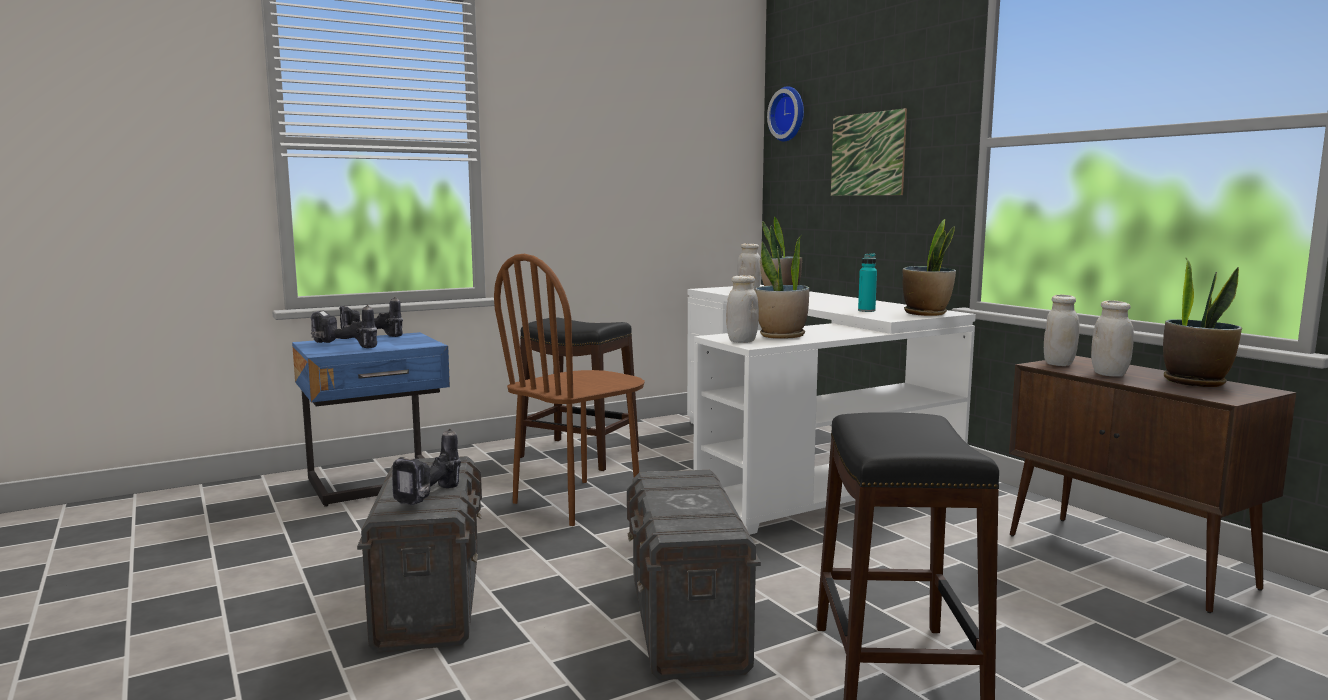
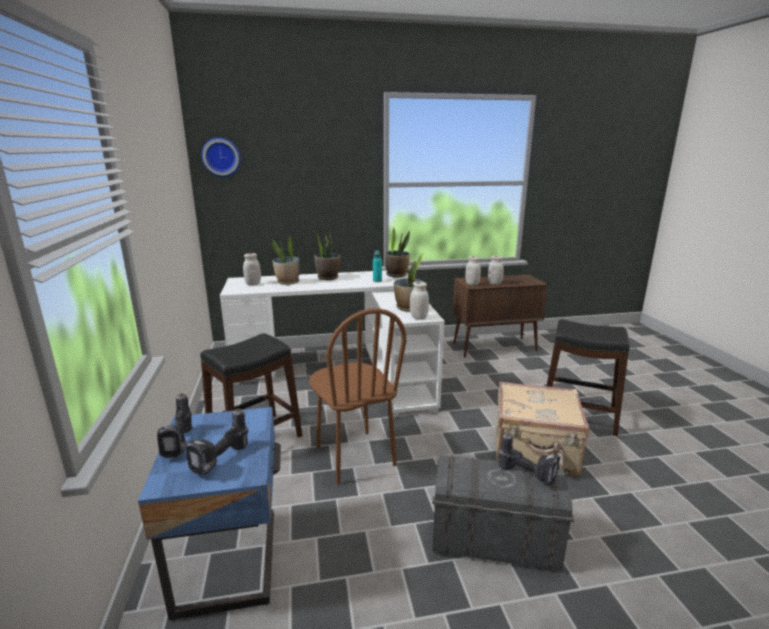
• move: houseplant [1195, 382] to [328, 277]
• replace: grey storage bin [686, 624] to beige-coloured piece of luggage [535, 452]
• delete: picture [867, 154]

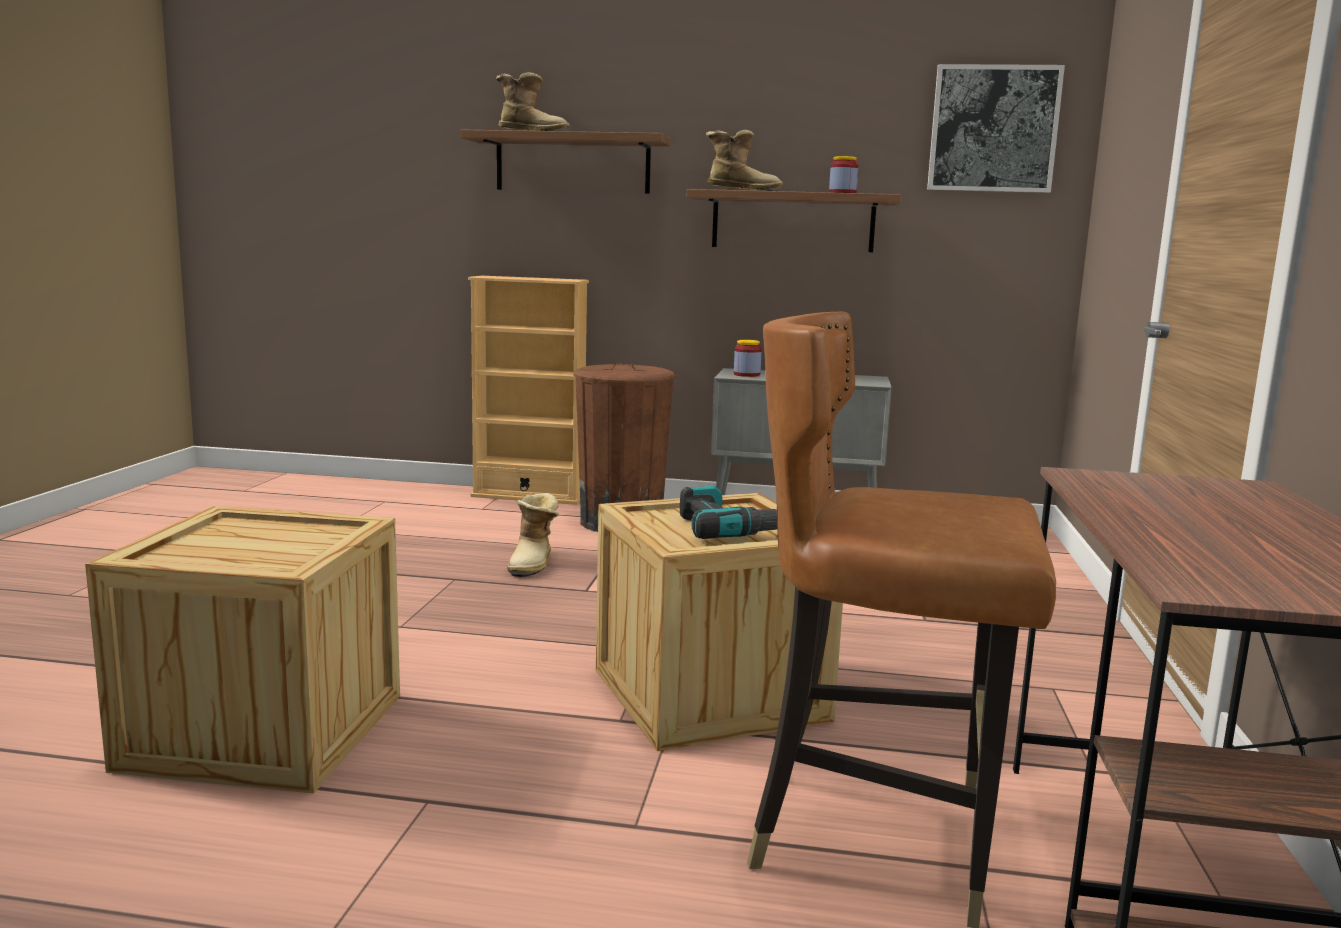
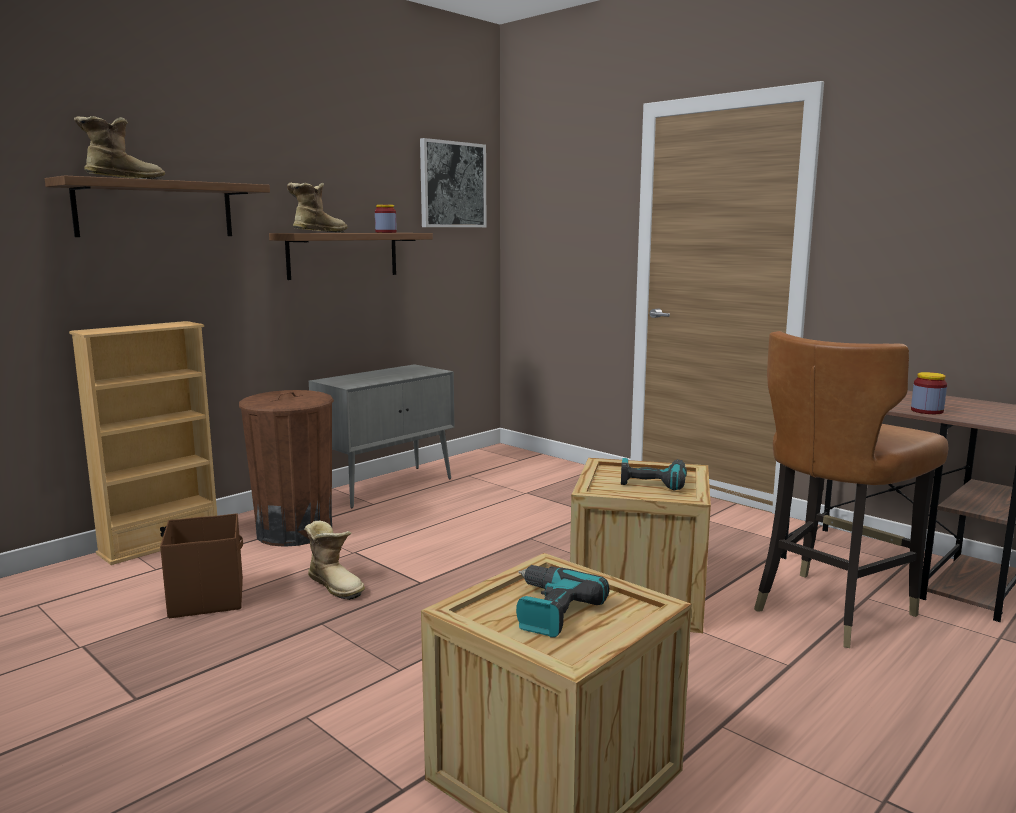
• insert: brown storage bin [208, 598]
• insert: drill [549, 611]
• move: storage jar [746, 375] to [927, 411]

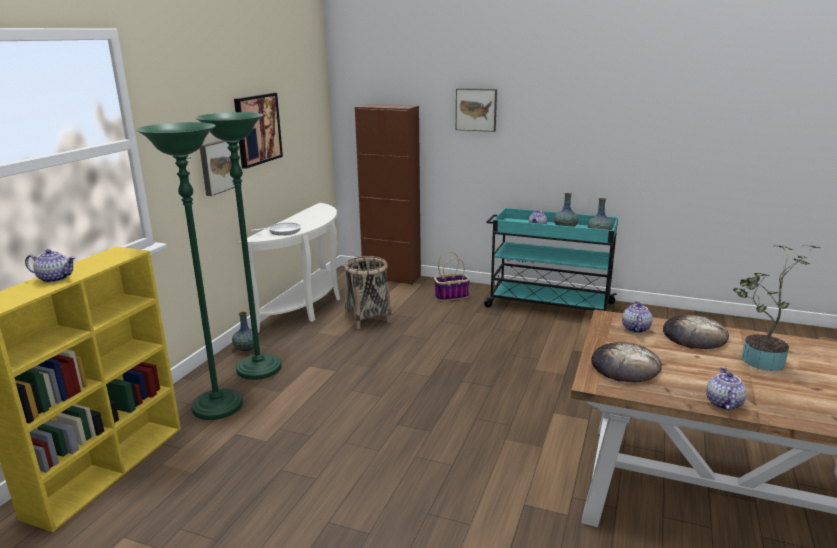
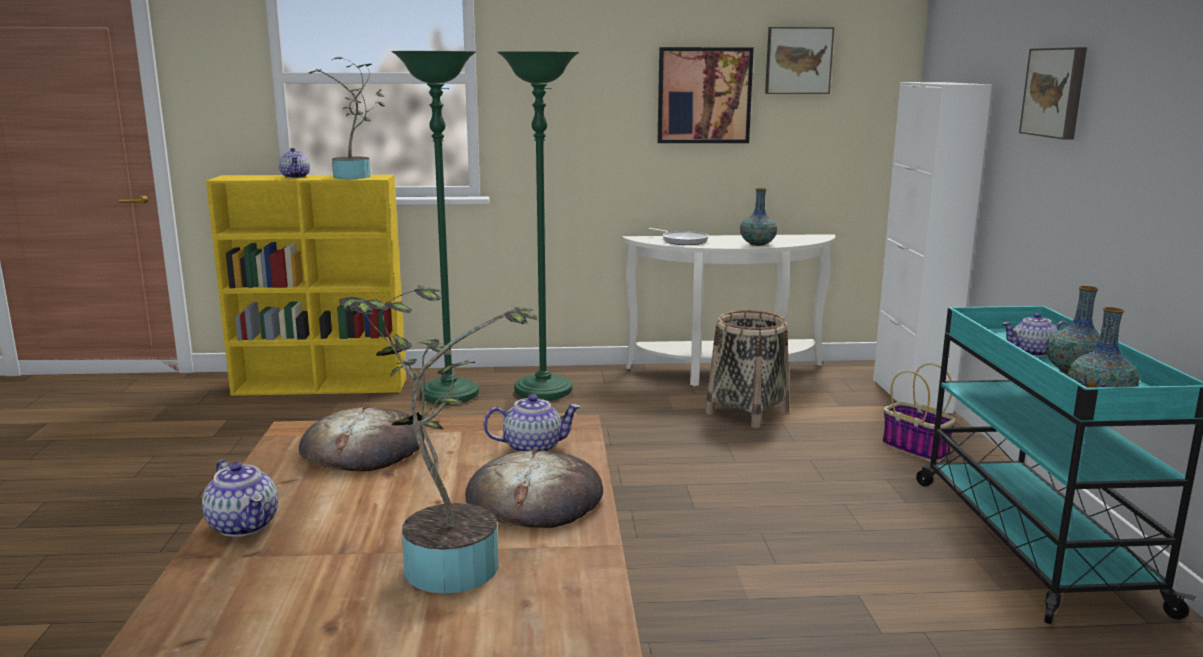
• rotate: teapot [723, 403] = [244, 525] 60 degrees clockwise
• insert: houseplant [356, 177]
• move: flower vase [246, 349] to [757, 244]
• move: picture [218, 166] to [798, 60]
• recolor: brown cupboard [391, 277] to white cupboard [911, 396]

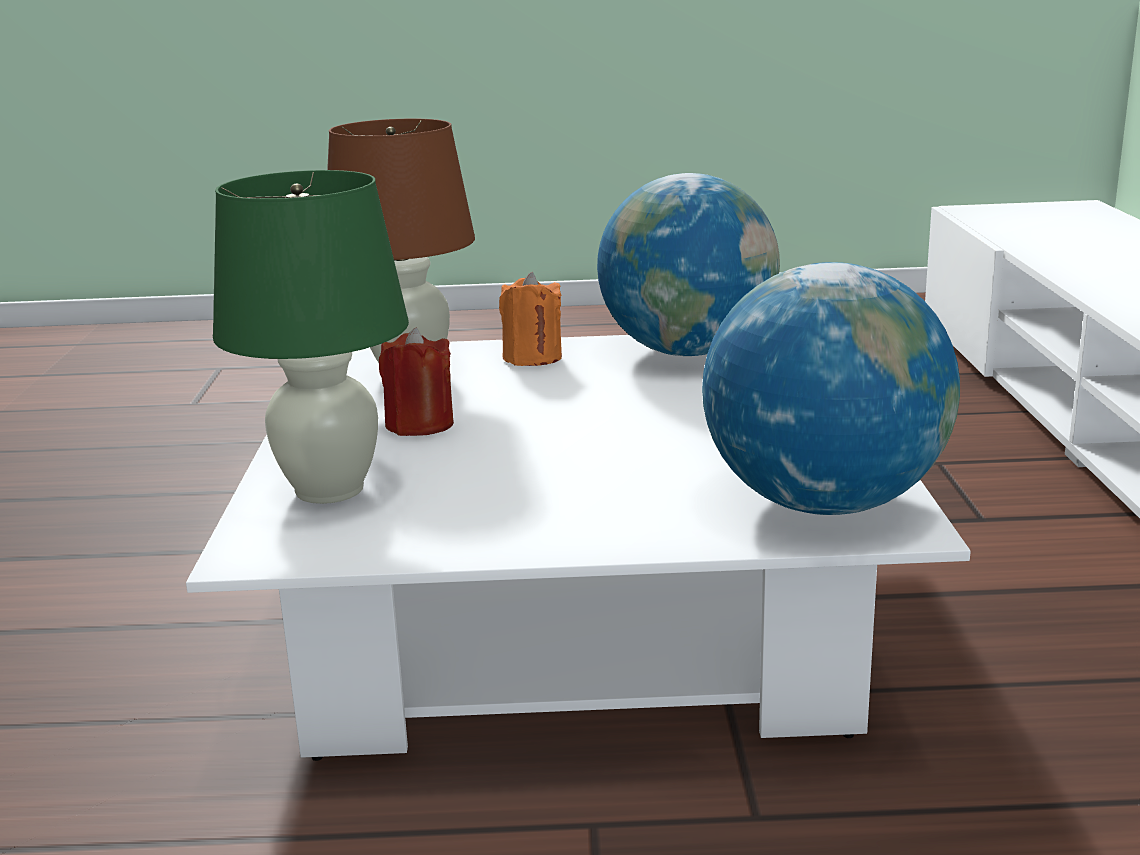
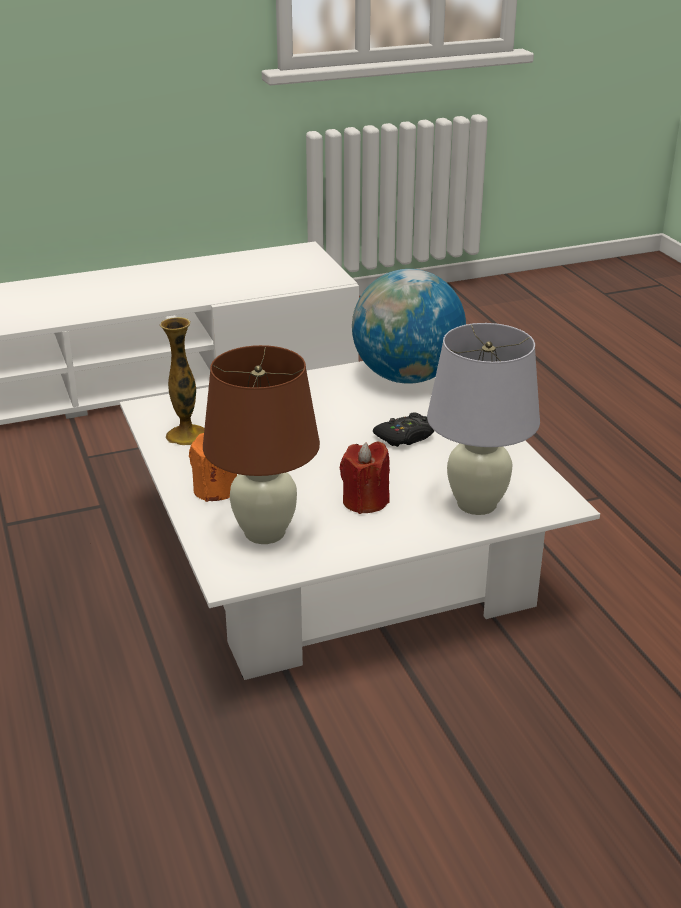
• replace: world globe [688, 352] to flower vase [187, 435]
• insert: blackish game controller [405, 437]
• recolor: green tabletop lamp [329, 490] to white tabletop lamp [476, 504]

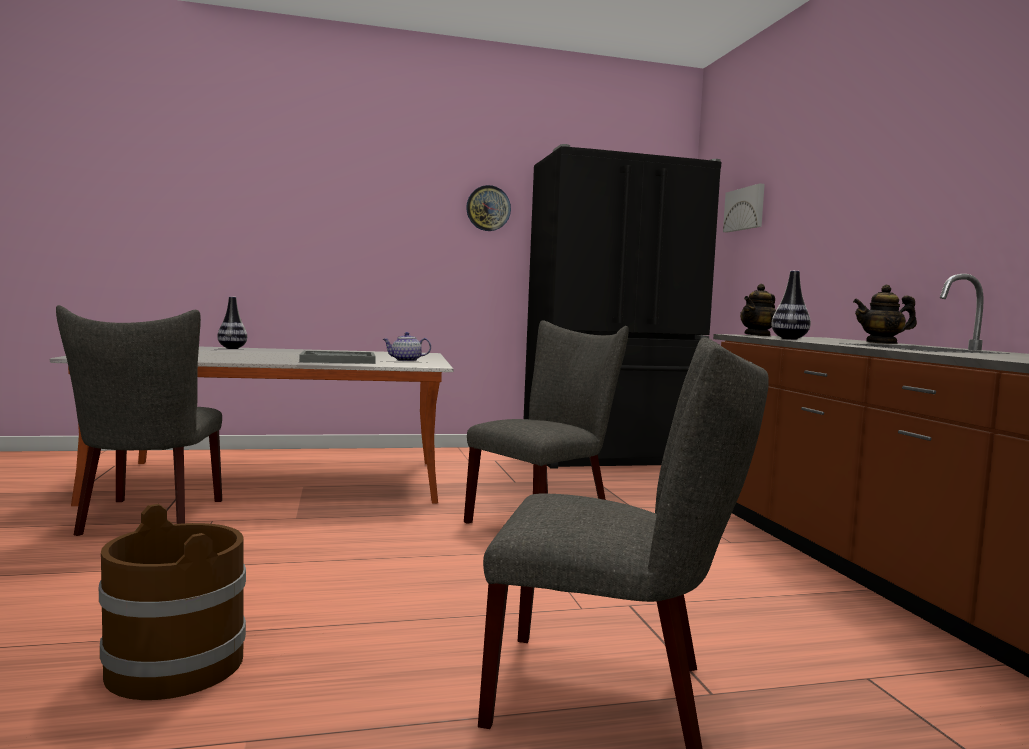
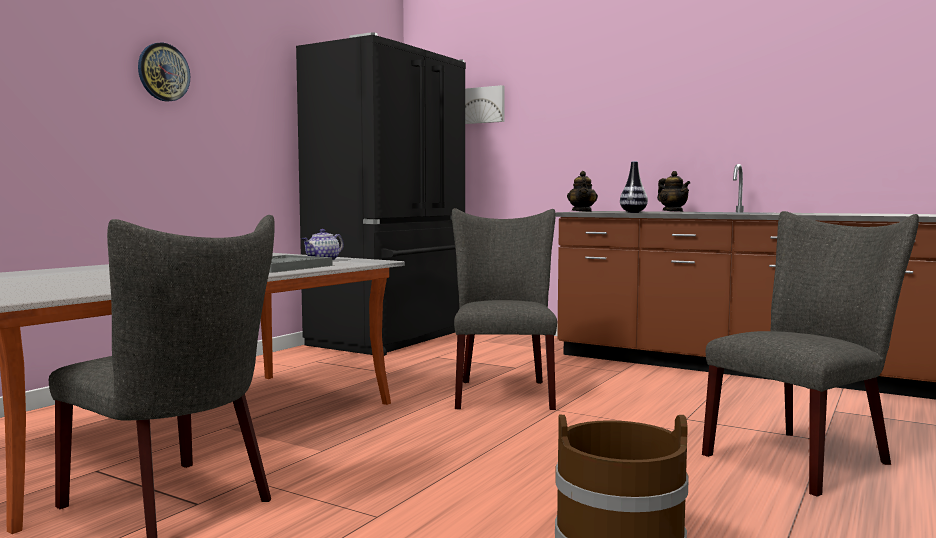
• move: wall clock [488, 208] to [163, 72]
• rotate: teapot [882, 343] = [673, 211] 75 degrees counterclockwise
• delete: flower vase [232, 348]

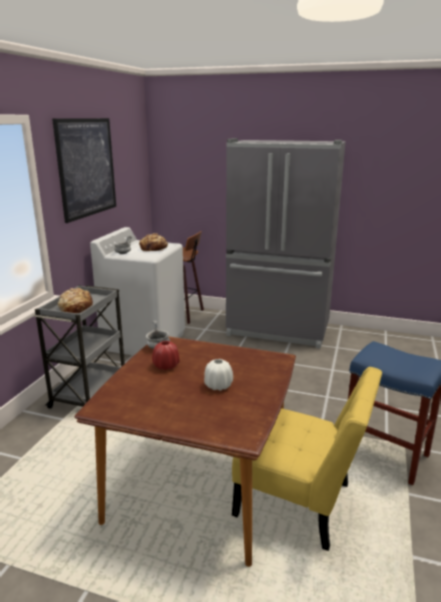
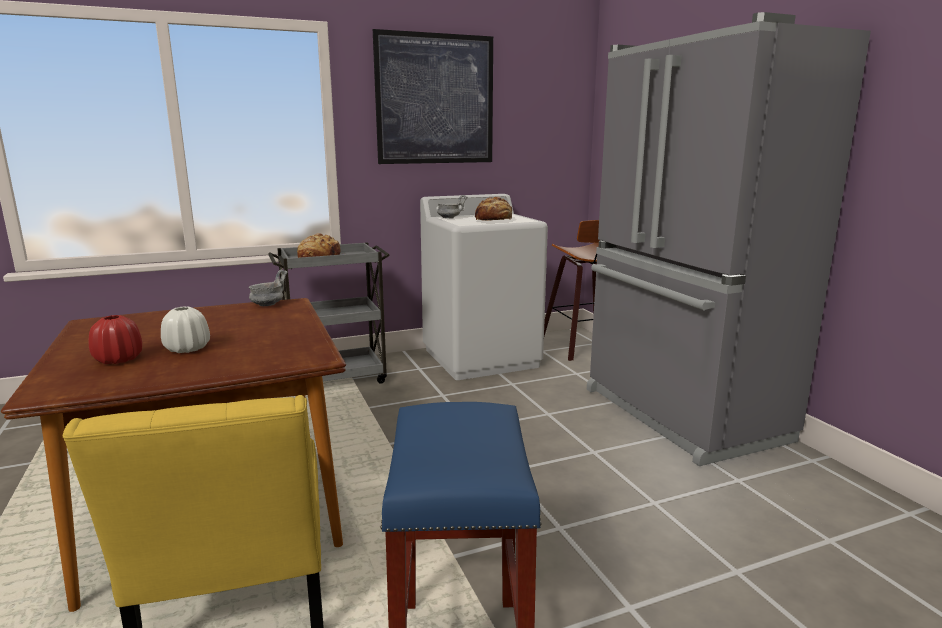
• move: reddish flower vase [166, 366] to [119, 359]

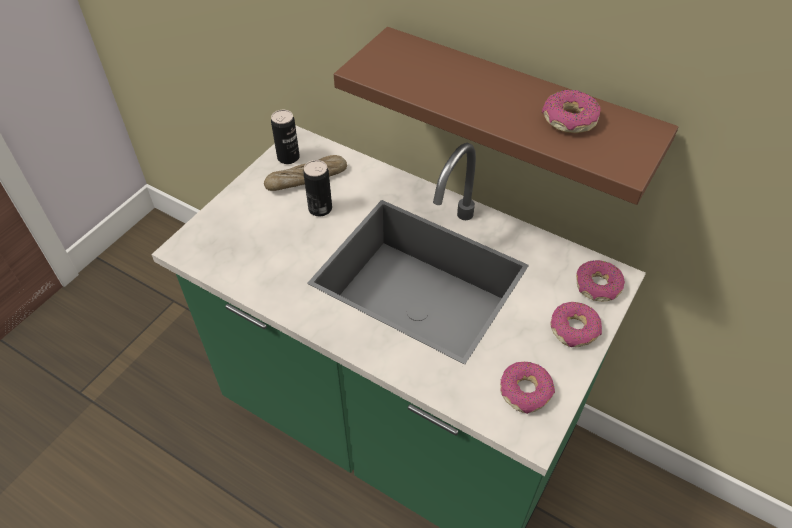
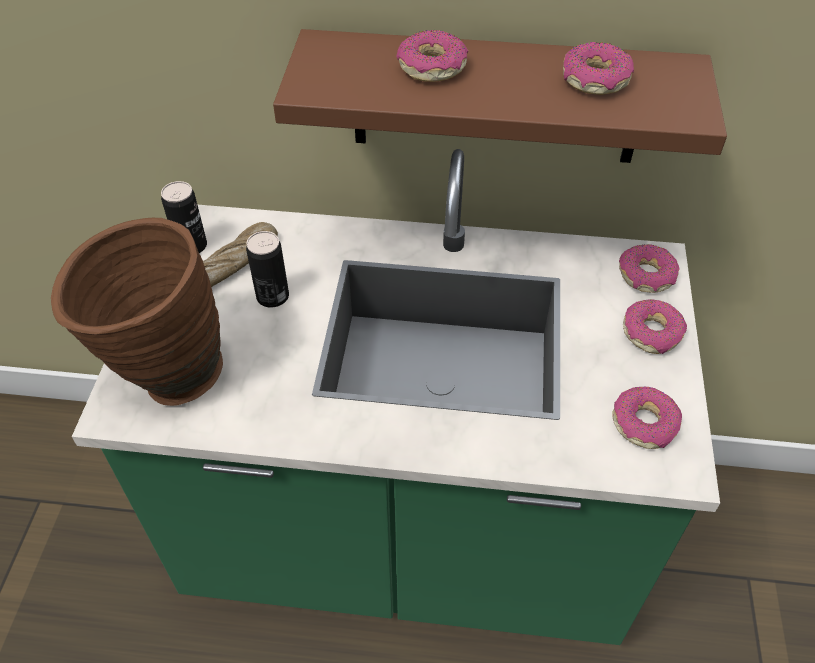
• insert: brown flower vase [164, 378]
• insert: doughnut [432, 67]

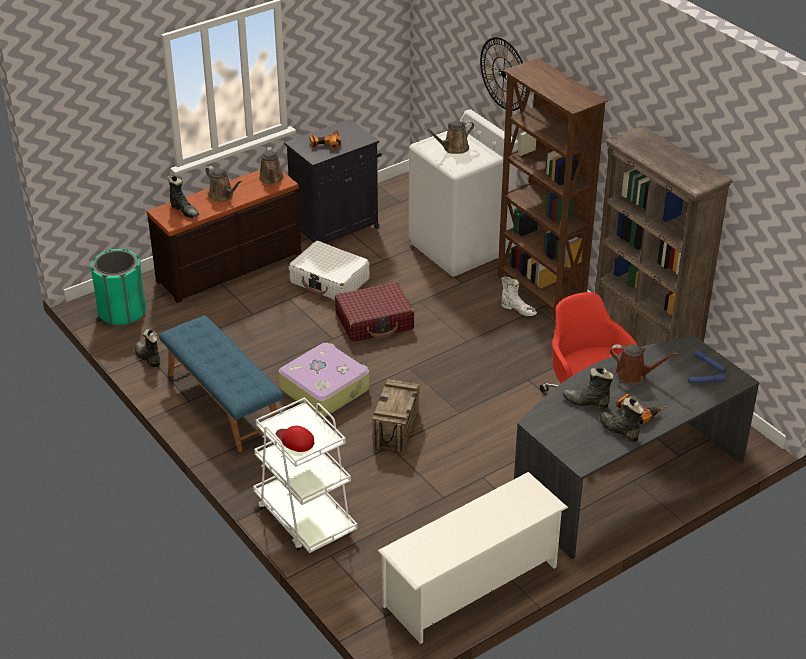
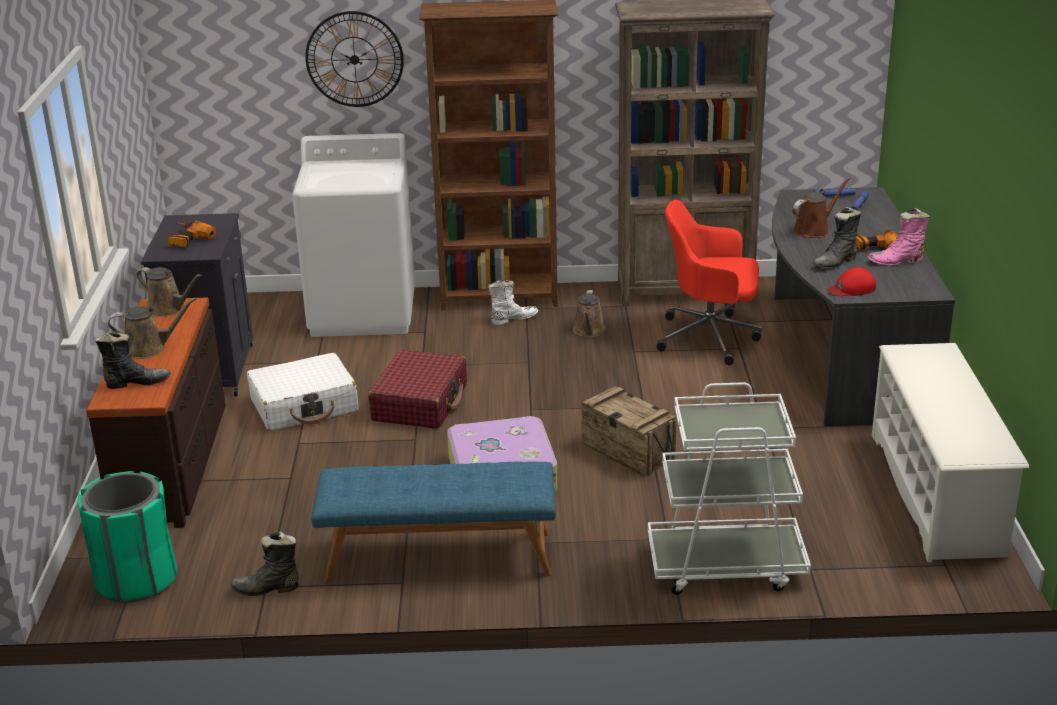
• move: brown watering can [453, 148] to [589, 331]
• move: reddish cap [295, 440] to [851, 288]
• recolor: blackish tall boot [619, 431] to pink tall boot [897, 261]

